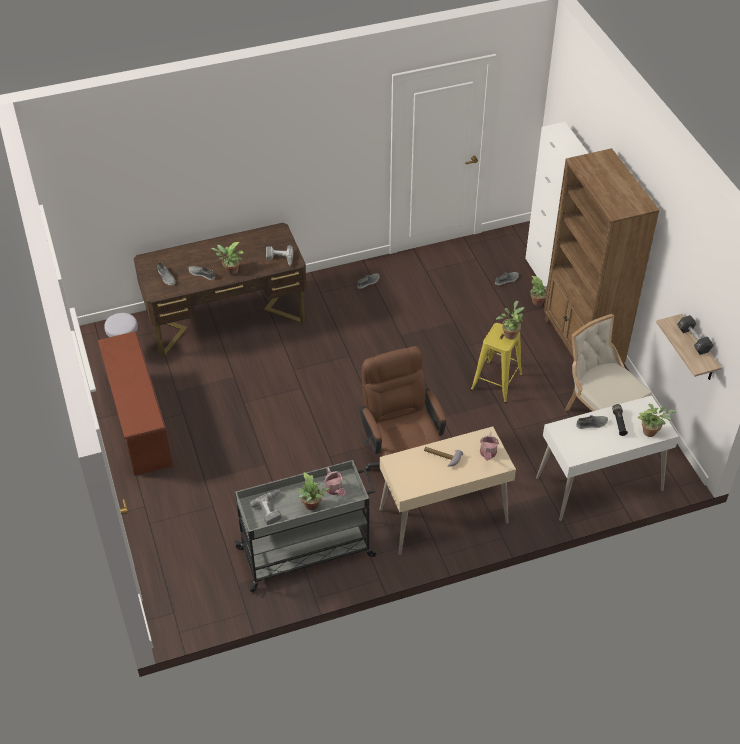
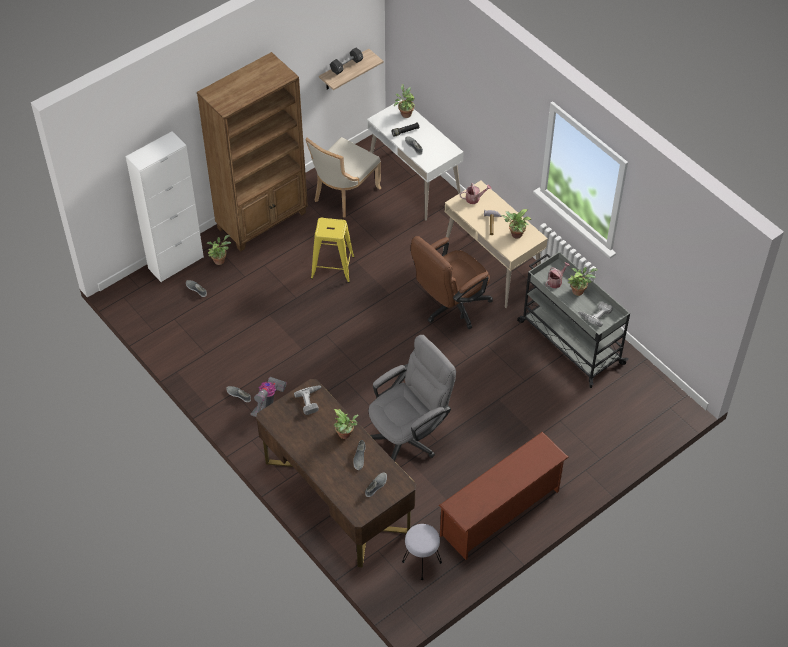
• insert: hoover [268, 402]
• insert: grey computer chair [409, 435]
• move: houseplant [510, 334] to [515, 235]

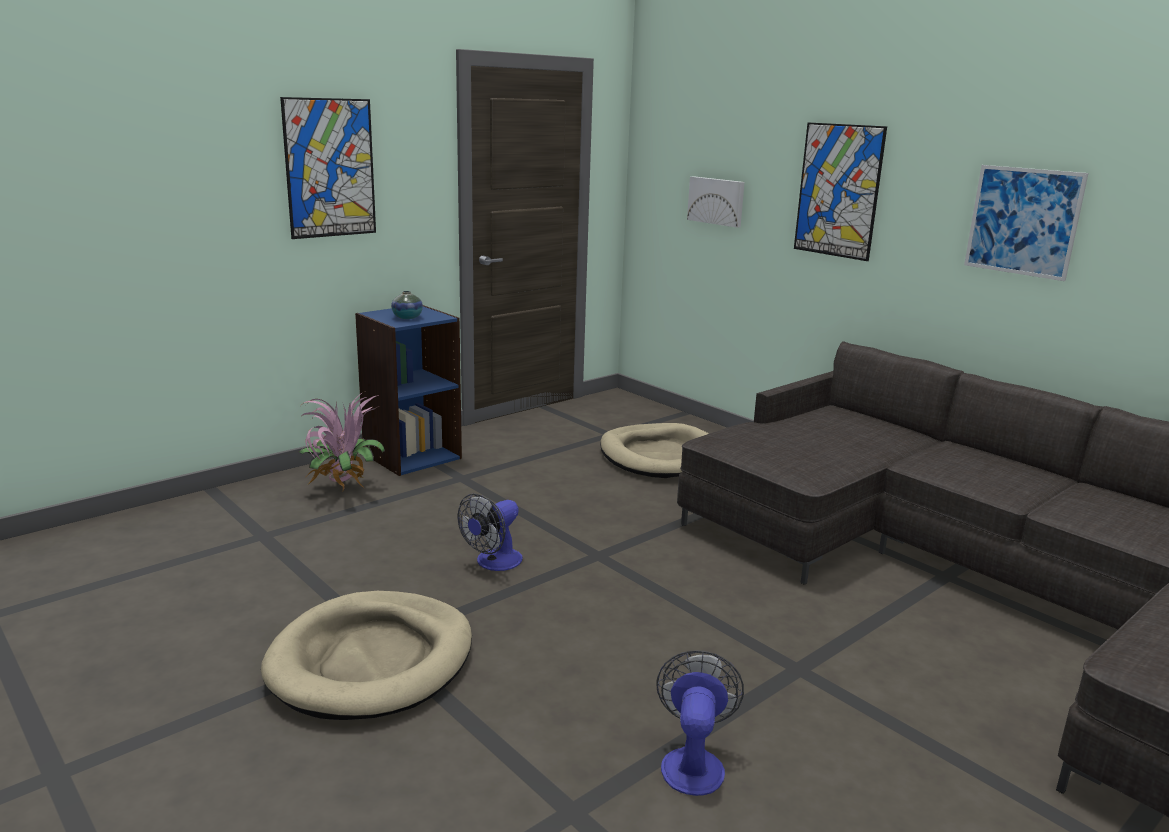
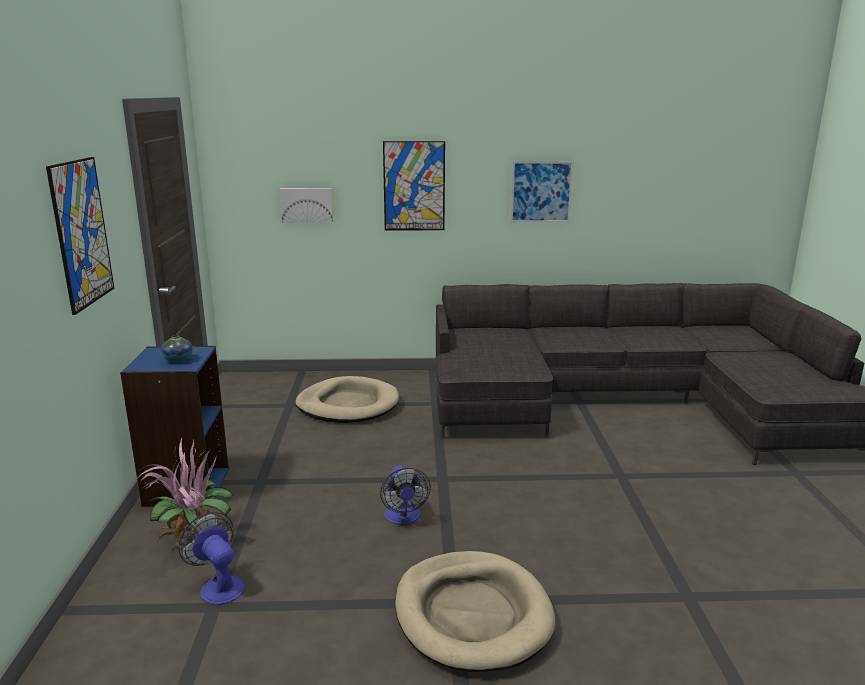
• move: electric fan [693, 762] to [218, 586]

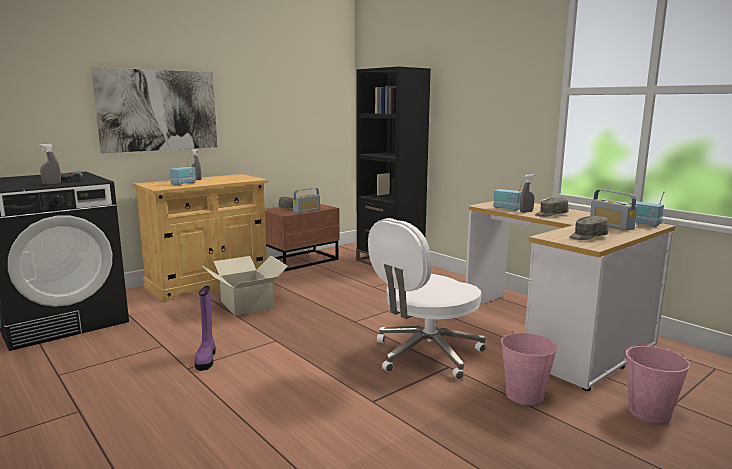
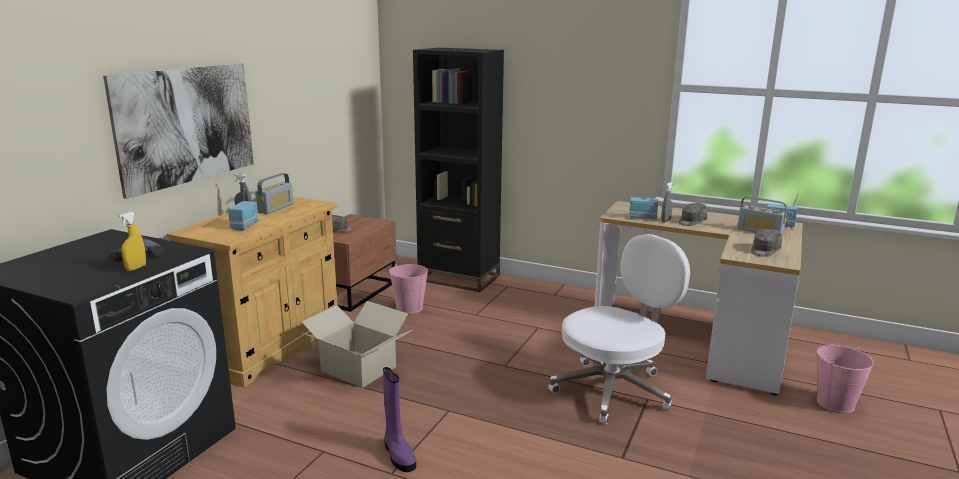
• recolor: grey spray bottle [52, 184] to yellow spray bottle [136, 268]
• move: radio set [306, 211] to [275, 208]
• move: pink bucket [524, 395] to [409, 308]
• rotate: white computer chair [425, 354] = [613, 390] 150 degrees counterclockwise

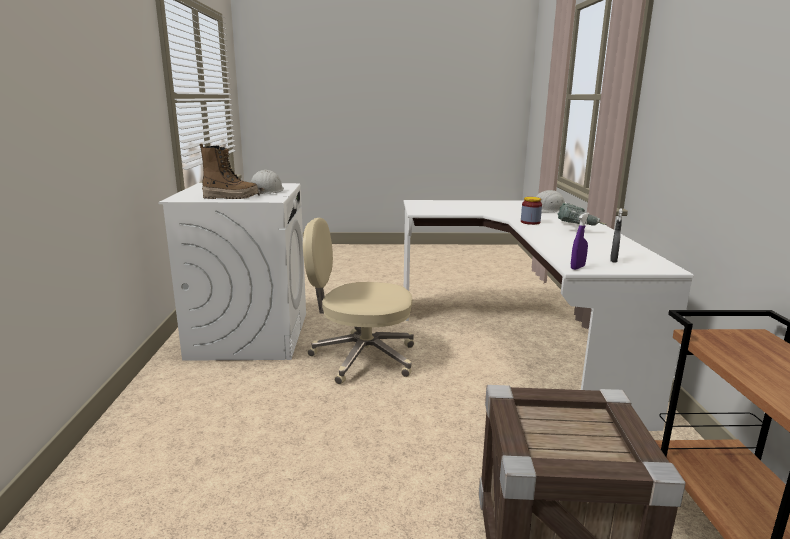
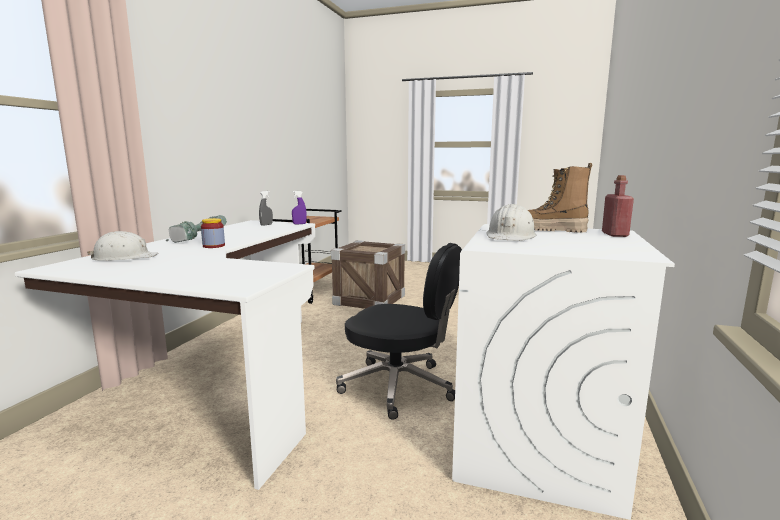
• recolor: beige-coloured computer chair [361, 358] to blackish computer chair [400, 387]
• insert: reddish drink bottle [614, 234]

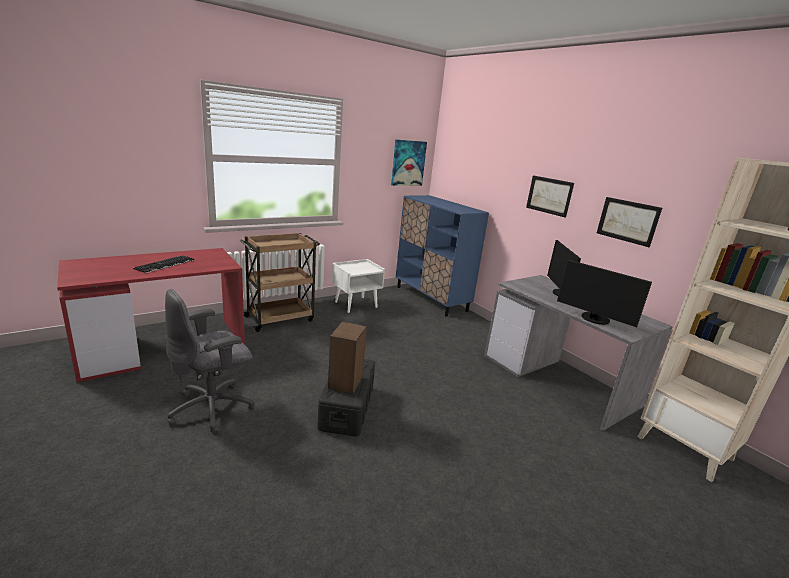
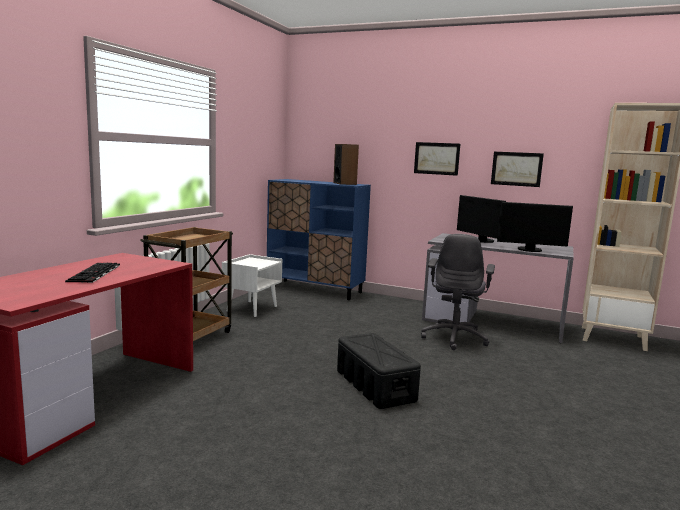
• move: loudspeaker [346, 382] to [345, 183]
• move: grey computer chair [213, 409] to [455, 338]
• delete: picture [408, 163]

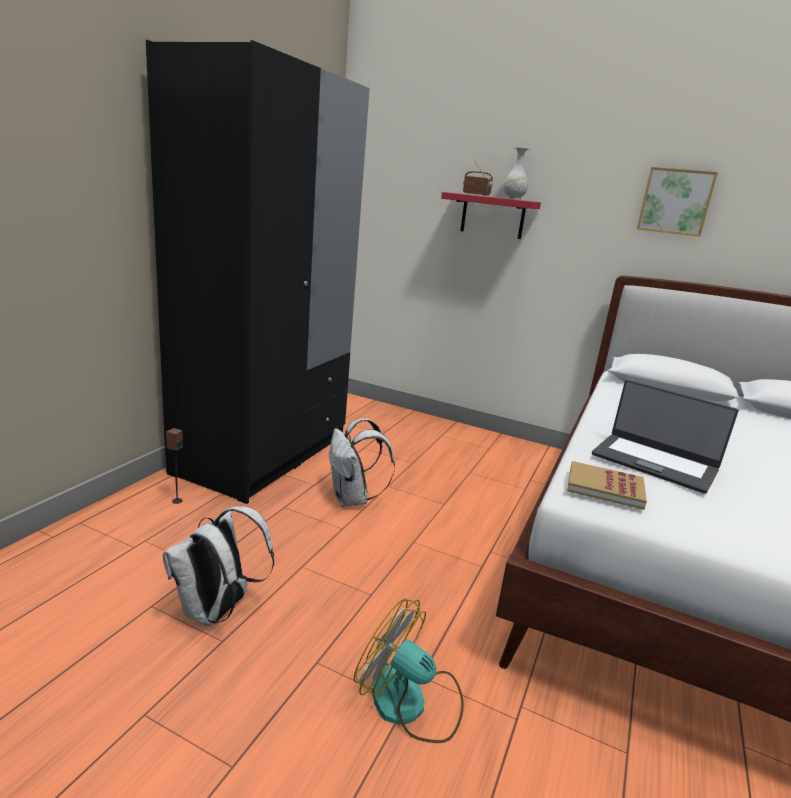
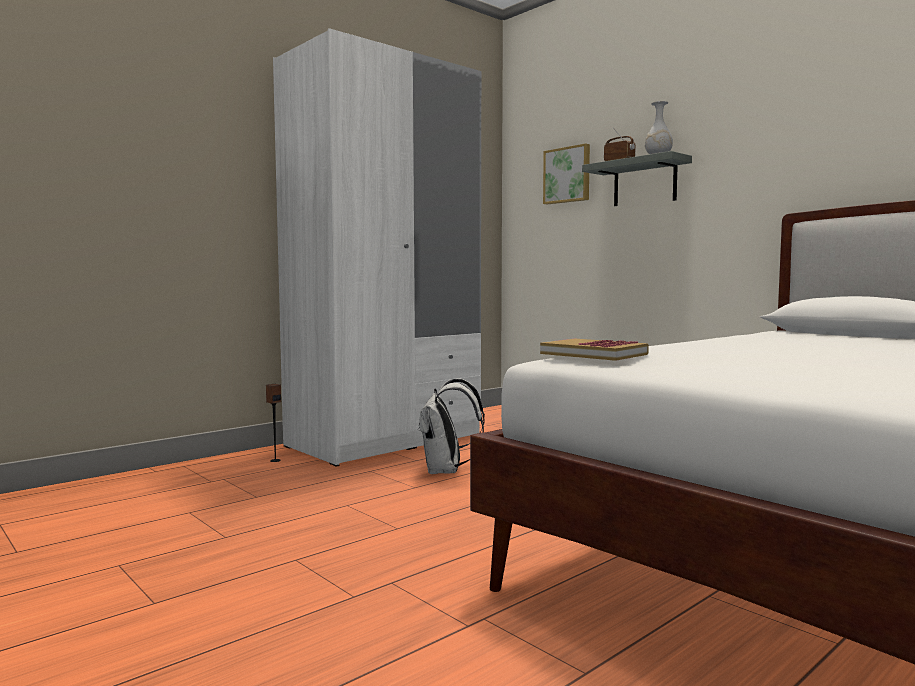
• recolor: blackish wardrobe [263, 455] to white wardrobe [385, 440]
• move: picture [675, 201] to [567, 175]
• recolor: reddish wall shelf [492, 216] to grey wall shelf [644, 183]
• delete: white knapsack [217, 611]
• delete: electric fan [410, 703]
• delete: notebook computer [654, 462]

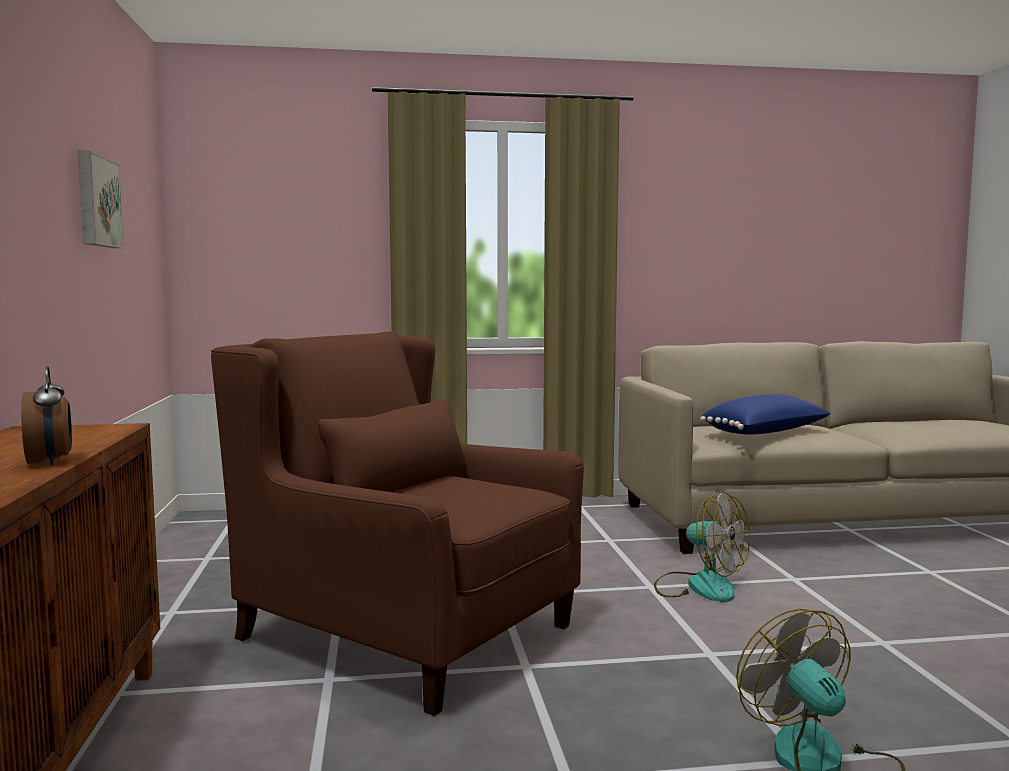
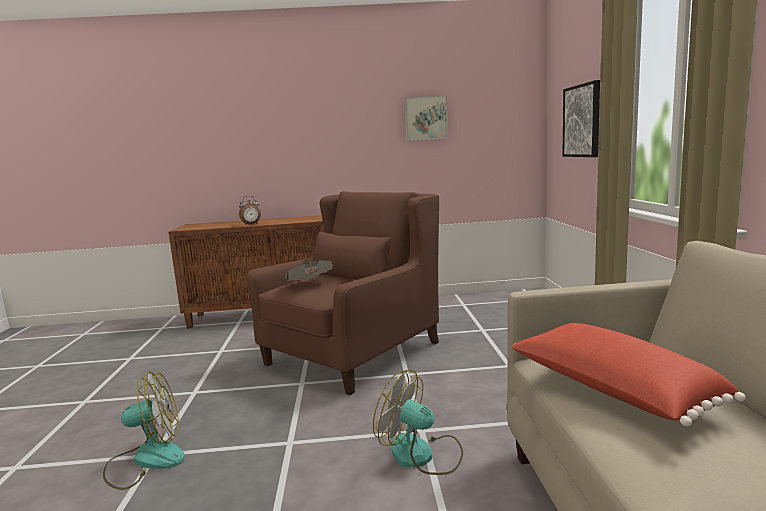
• insert: newspaper [310, 284]
• rotate: electric fan [699, 586] = [421, 455] 75 degrees clockwise
• recolor: blue pillow [767, 433] to reddish pillow [610, 392]
• insert: picture [582, 121]

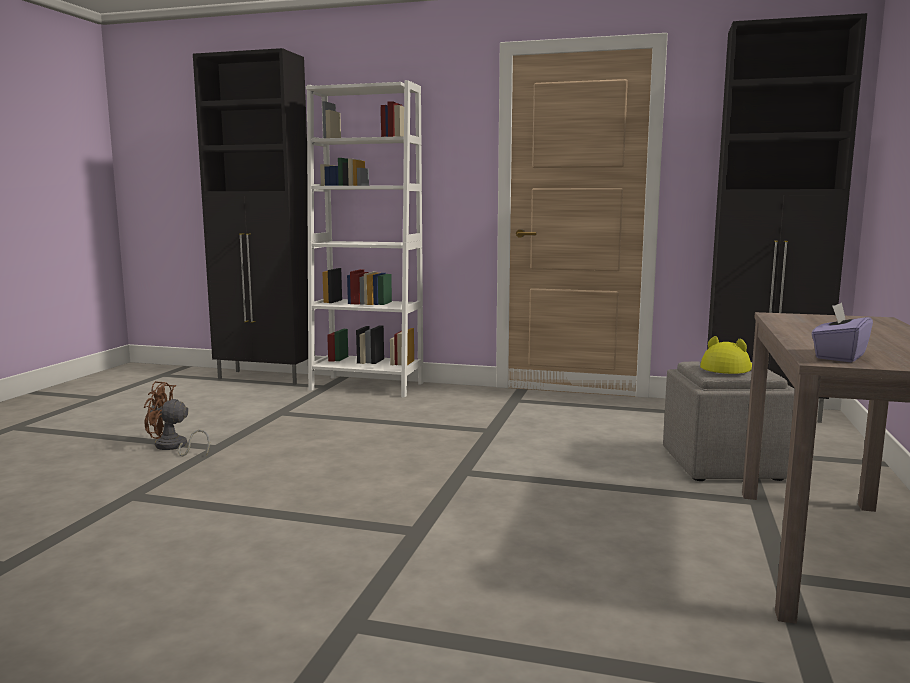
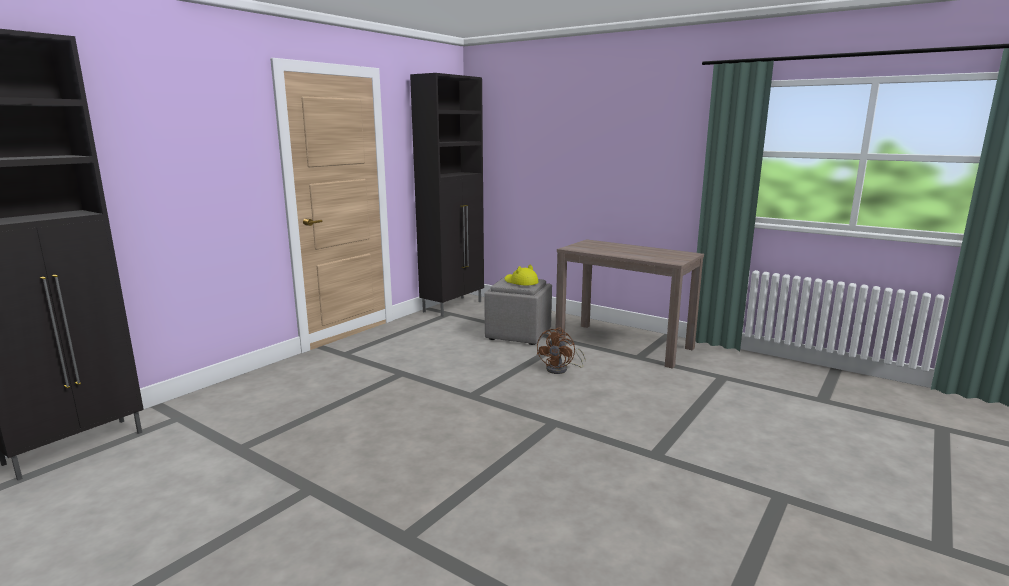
• move: brown electric fan [173, 447] to [561, 369]
• delete: white shelving unit [367, 386]
• delete: purplish box of tissues [839, 356]

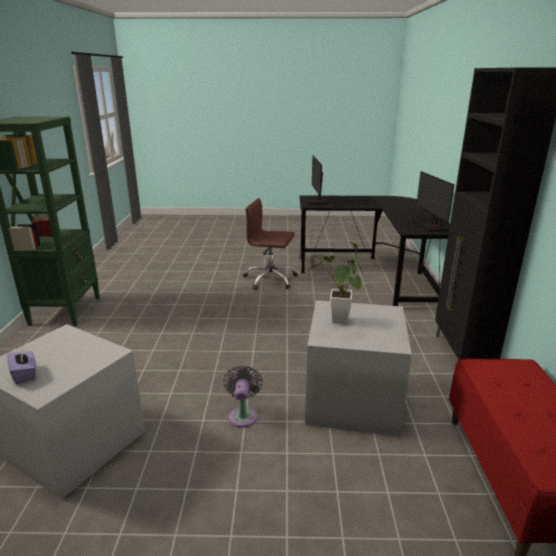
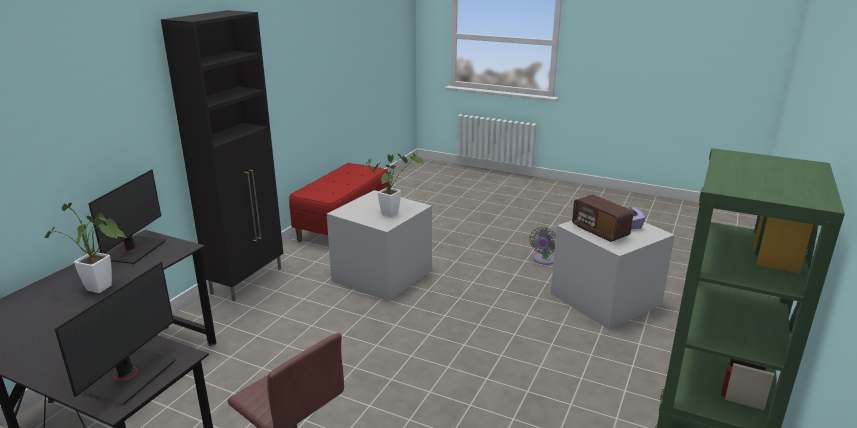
• insert: houseplant [103, 289]
• move: grey electric fan [243, 415] to [543, 260]
• insert: radio set [600, 231]

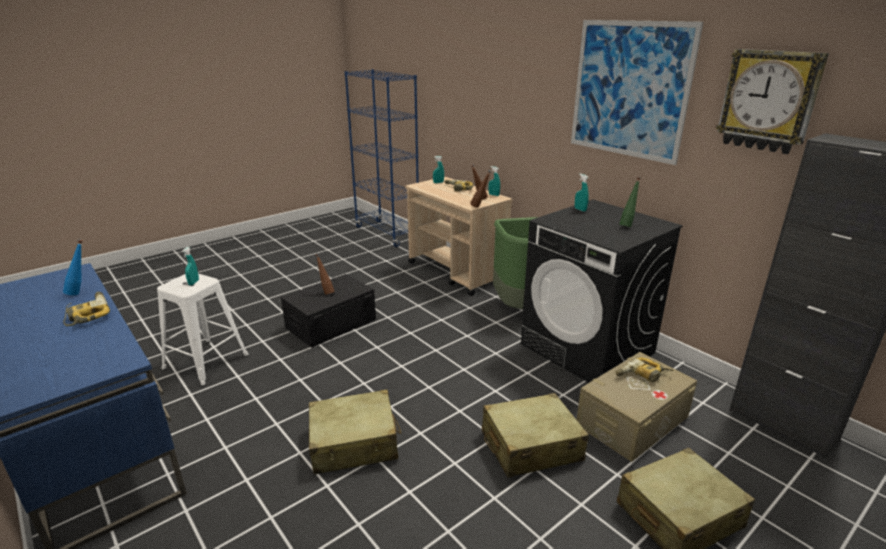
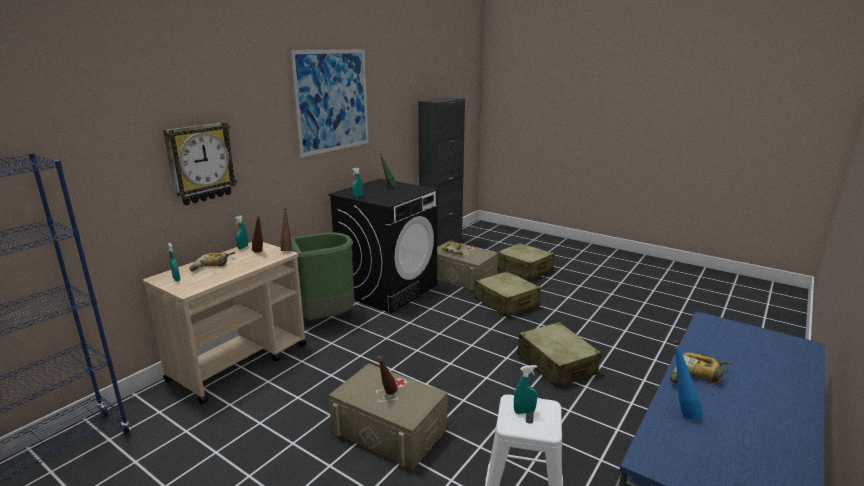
• move: wall clock [768, 101] to [201, 163]
• recolor: blackish storage bin [331, 323] to beige-coloured storage bin [389, 430]

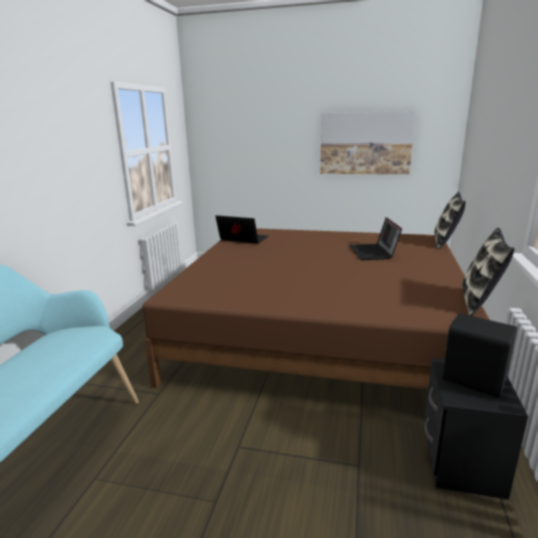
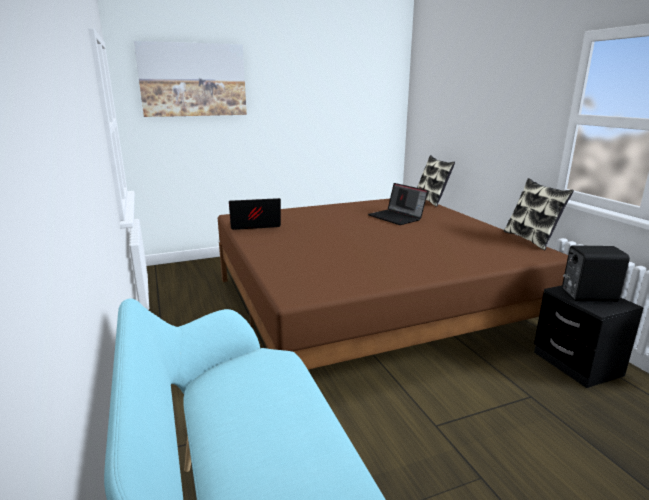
• move: picture [365, 143] to [193, 80]

